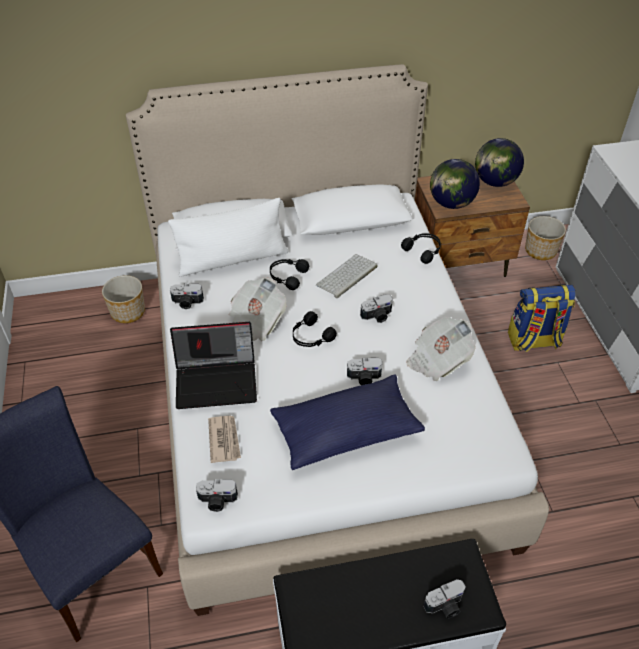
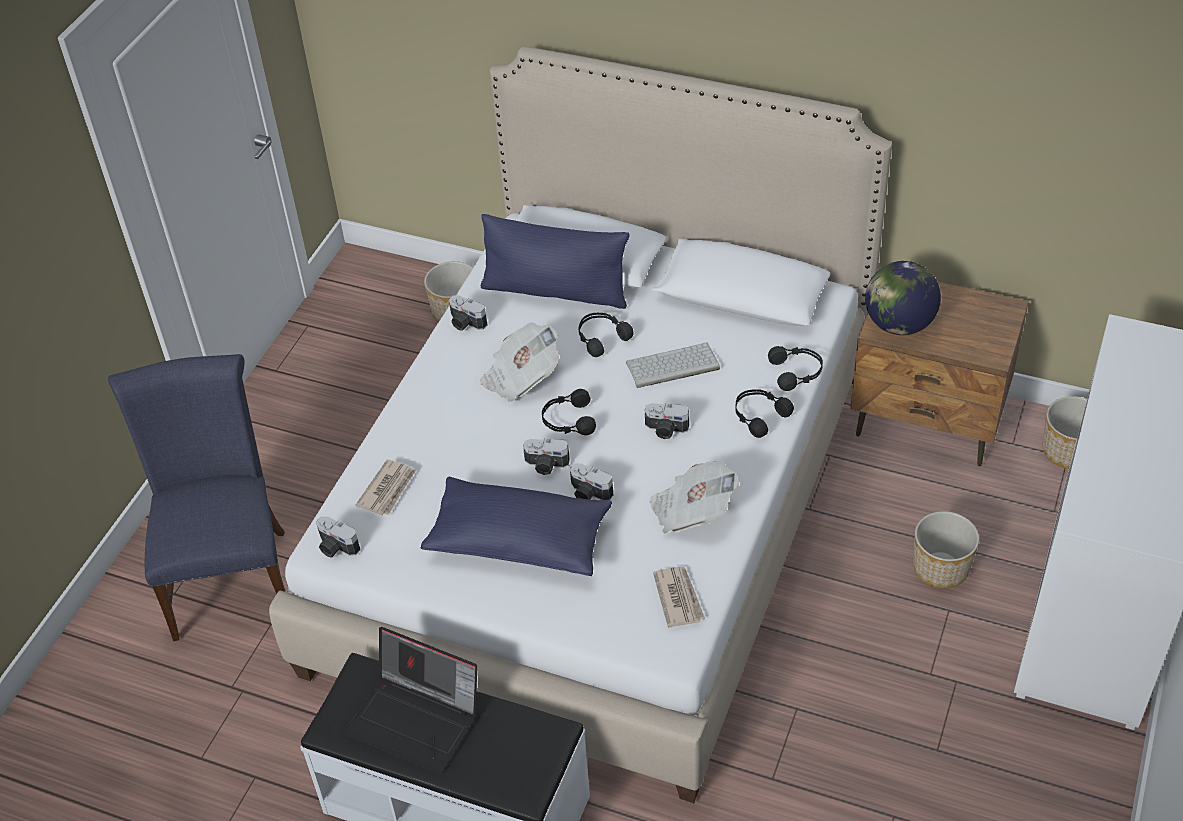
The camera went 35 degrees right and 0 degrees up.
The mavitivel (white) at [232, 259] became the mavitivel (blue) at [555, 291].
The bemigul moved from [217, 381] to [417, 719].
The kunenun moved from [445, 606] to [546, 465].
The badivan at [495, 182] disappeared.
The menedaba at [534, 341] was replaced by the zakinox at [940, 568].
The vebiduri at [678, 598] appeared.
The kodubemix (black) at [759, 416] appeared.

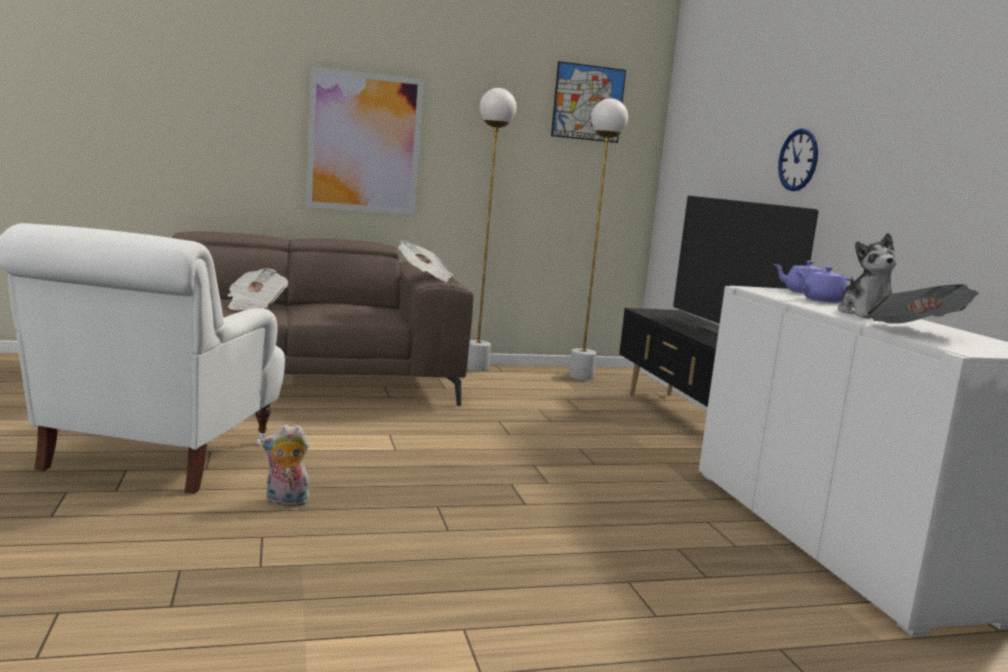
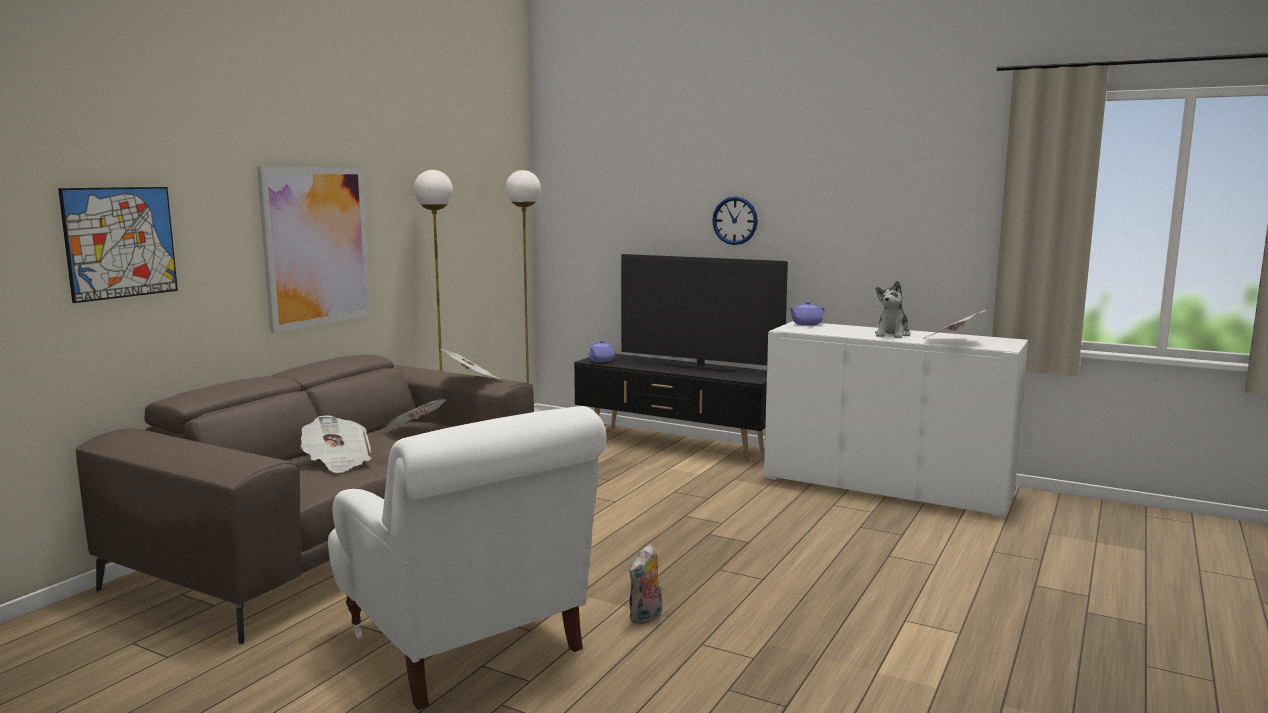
The camera went 45 degrees left and 0 degrees up.
The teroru moved from [588, 102] to [120, 242].
The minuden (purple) moved from [821, 300] to [601, 360].
The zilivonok at [865, 314] turned 75 degrees clockwise.
The vebiduri at [415, 430] appeared.

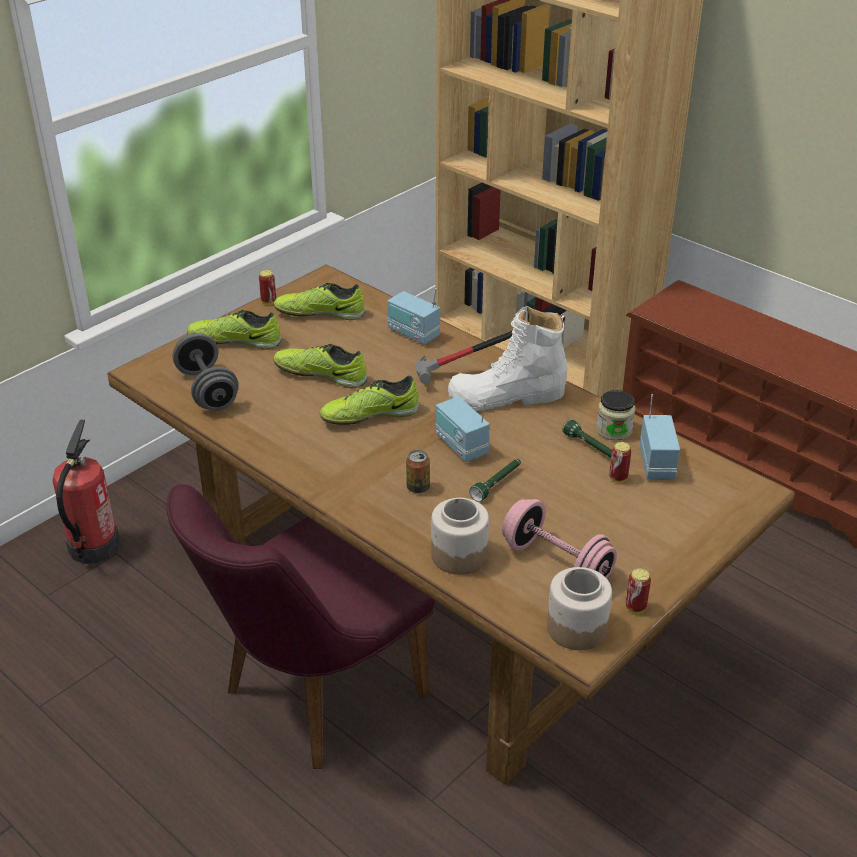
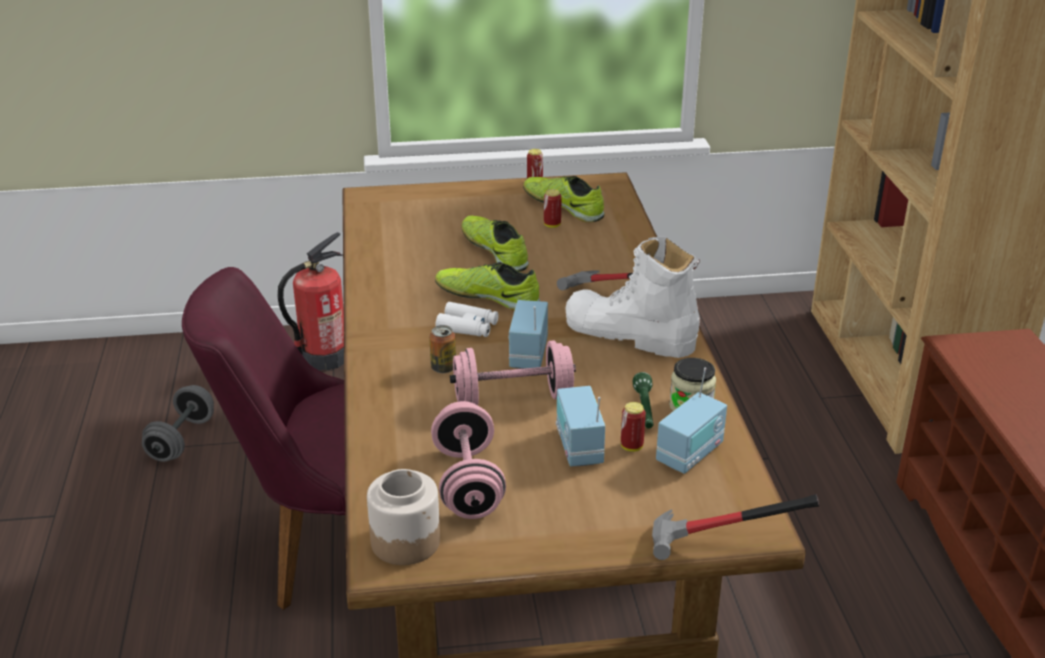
The camera went 40 degrees right and 5 degrees down.
The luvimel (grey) moved from [207, 390] to [181, 439].
The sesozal at [235, 341] disappeared.
The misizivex moved from [413, 334] to [578, 447].
The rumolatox at [459, 555] disappeared.
The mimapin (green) at [497, 484] was replaced by the luvimel (pink) at [513, 397].
The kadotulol moved from [635, 607] to [552, 225].
The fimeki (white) at [467, 327] appeared.
The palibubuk at [719, 550] appeared.

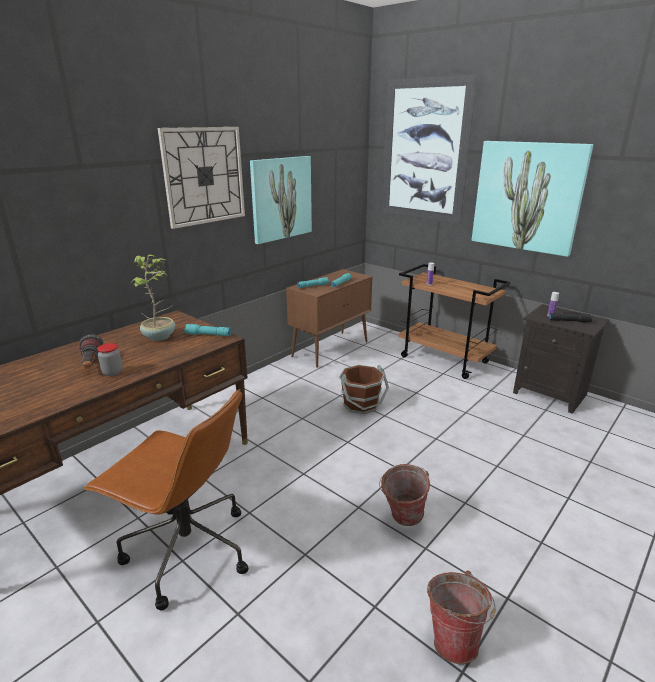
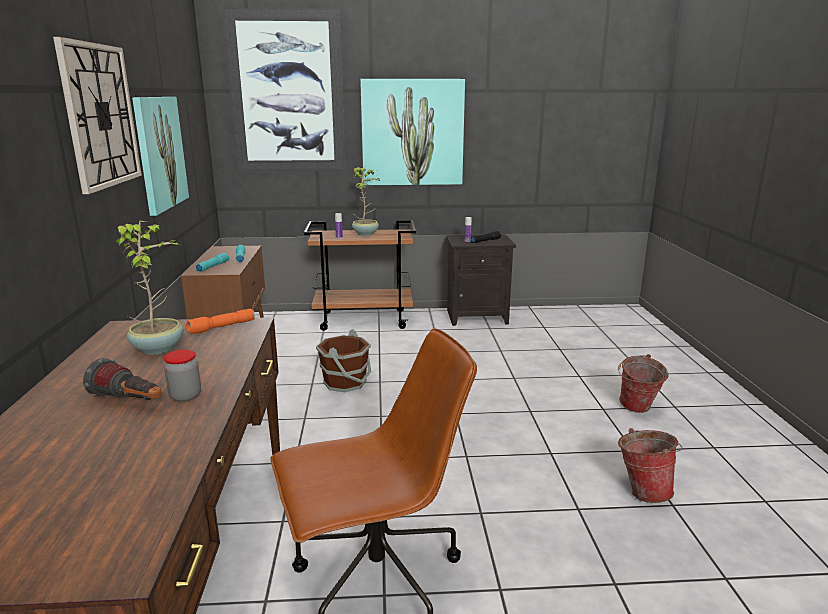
The camera went 45 degrees left and 5 degrees down.
The mimapin (turquoise) at [207, 335] became the mimapin (orange) at [221, 327].
The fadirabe moved from [401, 519] to [637, 409].
The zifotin at [366, 234] appeared.

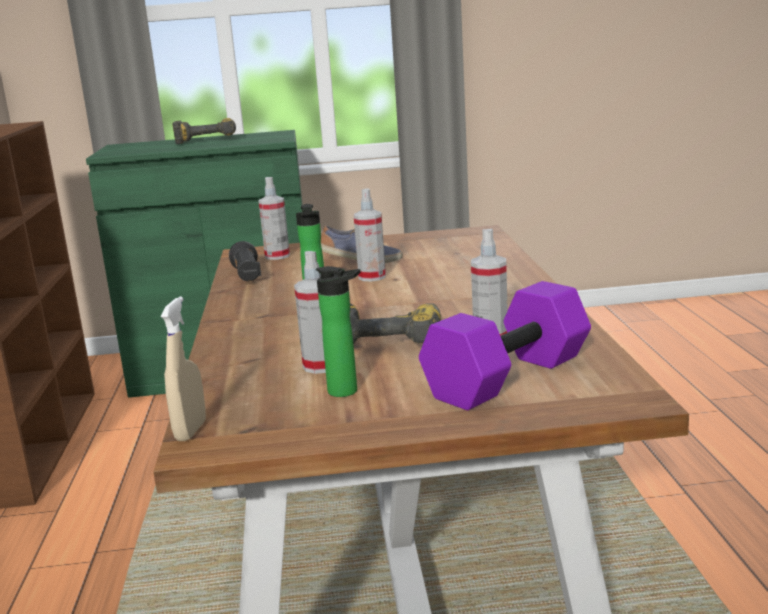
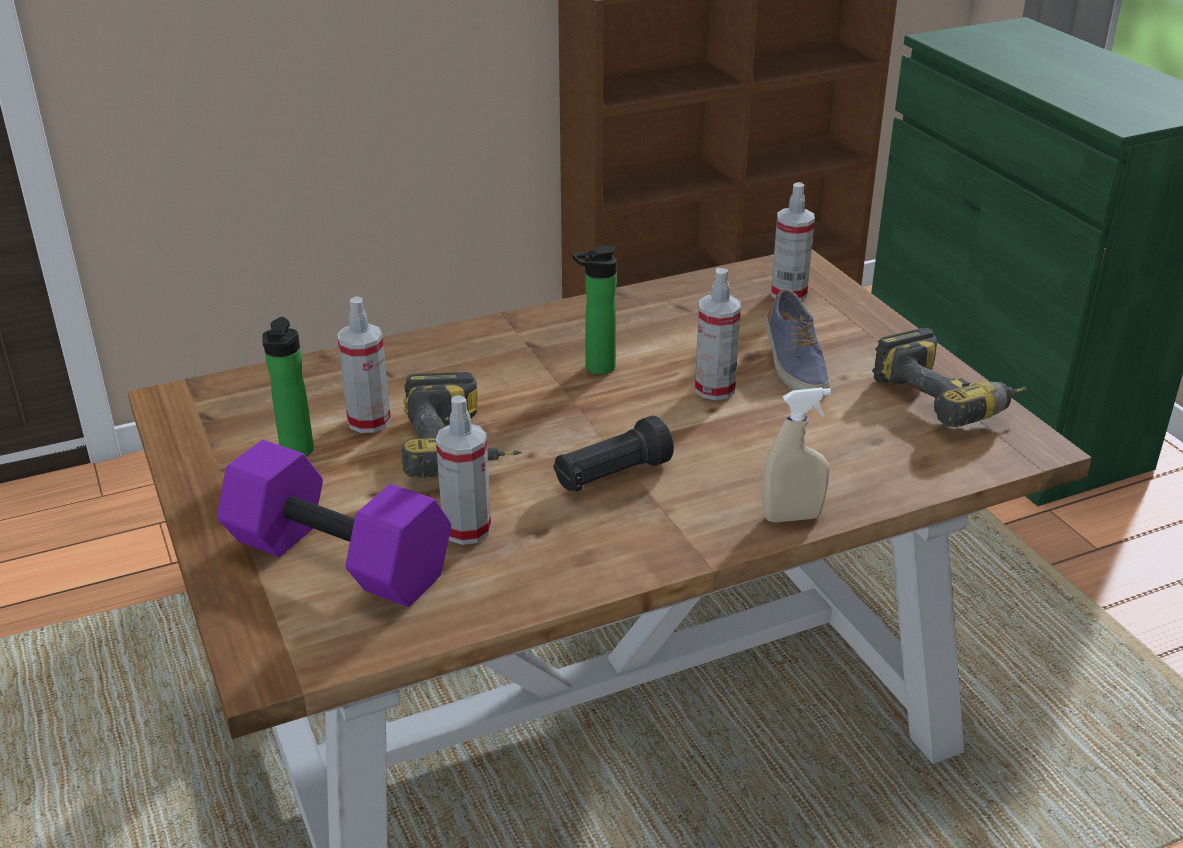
The camera went 70 degrees right and 15 degrees up.
The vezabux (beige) moved from [190, 431] to [792, 517].
The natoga moved from [207, 140] to [949, 399].
The mimapin (black) moved from [247, 276] to [611, 476].

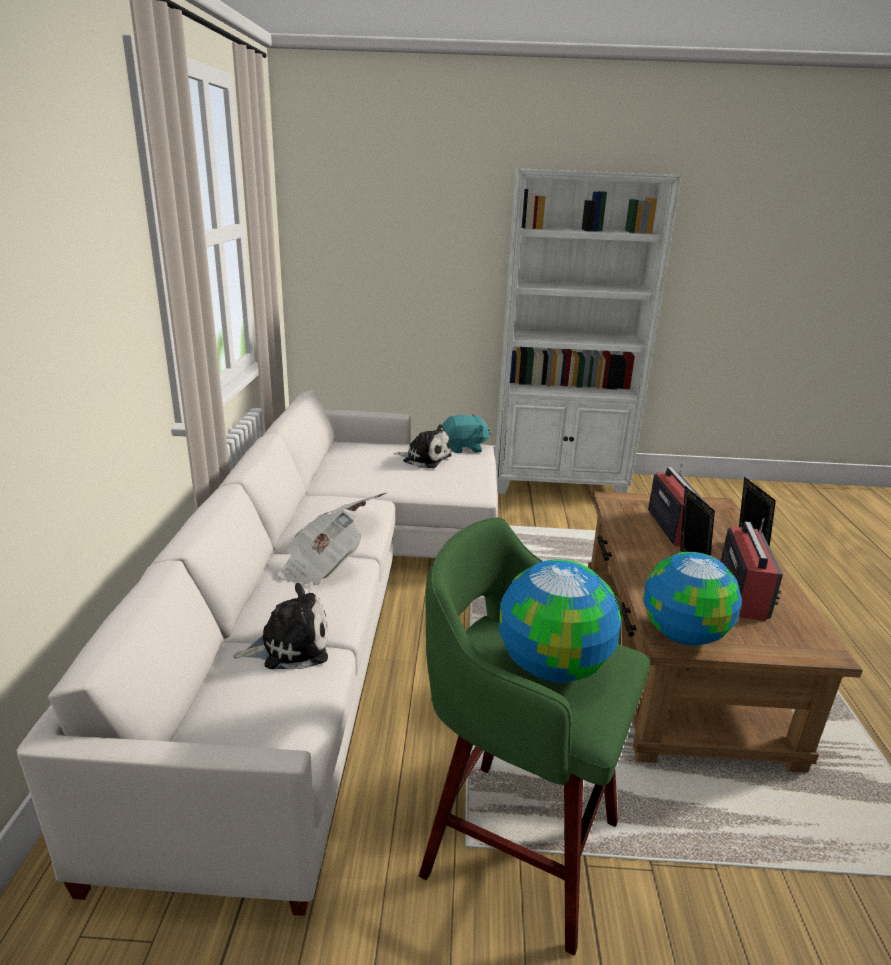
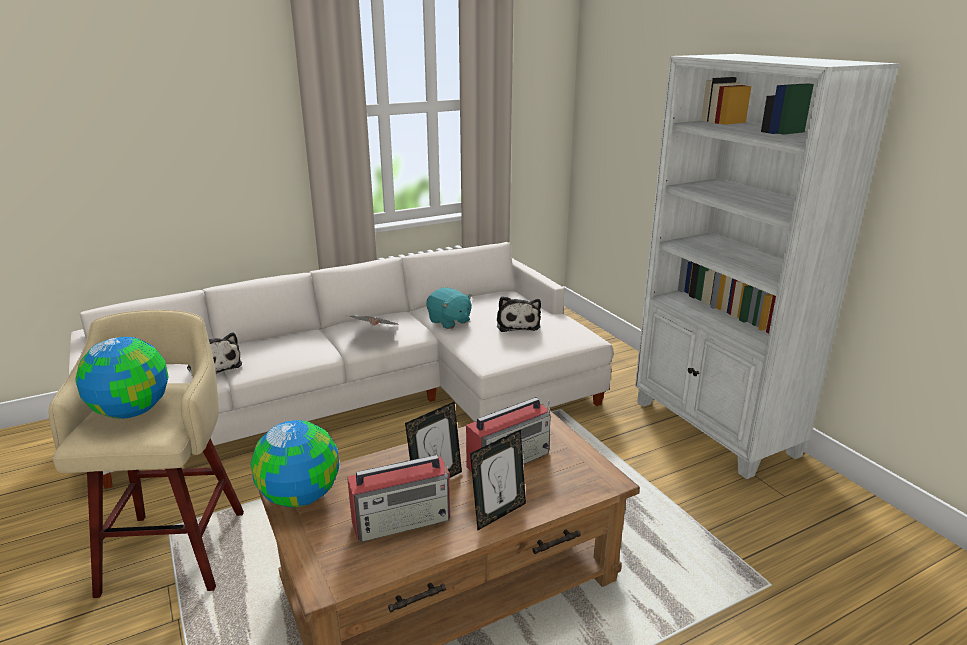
The camera went 60 degrees right and 0 degrees up.
The vebiduri at [319, 567] disappeared.
The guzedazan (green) at [515, 844] became the guzedazan (beige) at [177, 548].
The zilivonok (turquoise) moved from [464, 448] to [449, 321].

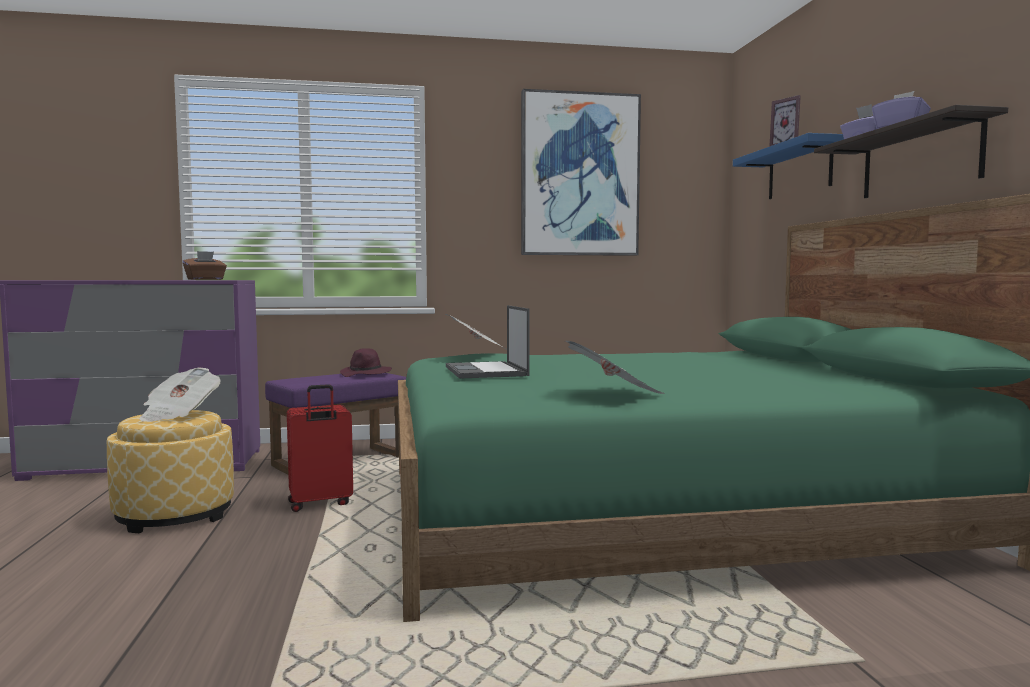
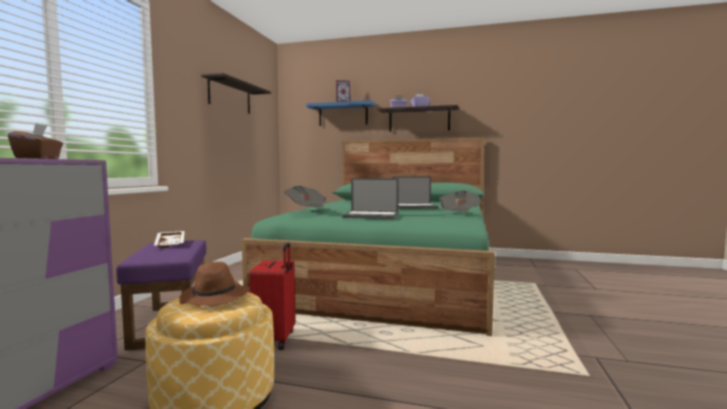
The camera went 65 degrees left and 0 degrees up.
The vebiduri at [179, 415] was replaced by the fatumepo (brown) at [215, 298].
The fatumepo (purple) at [366, 374] was replaced by the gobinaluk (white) at [171, 244].
The teroru at [579, 175] was replaced by the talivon at [230, 96].
The bemigul at [414, 207] appeared.

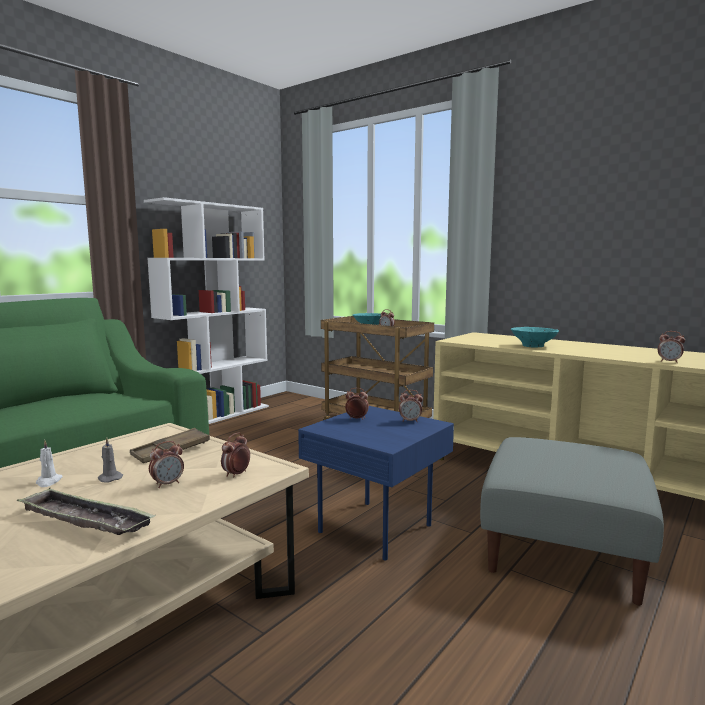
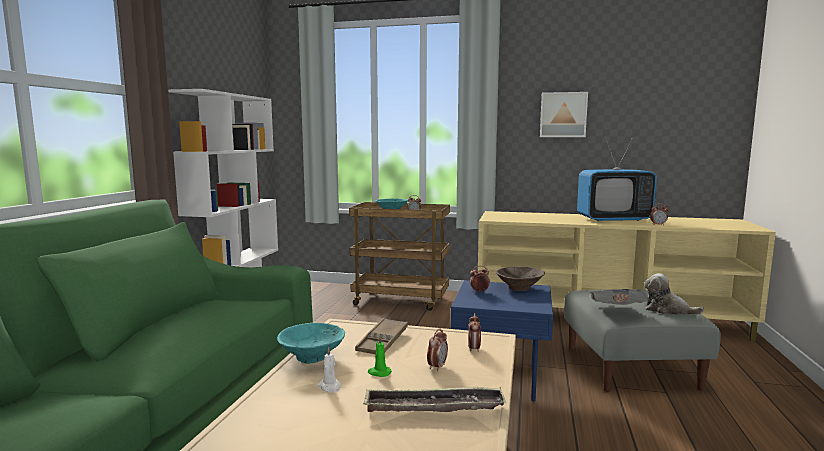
The camera went 25 degrees left and 0 degrees up.
The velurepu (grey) at [109, 478] became the velurepu (green) at [379, 373].
The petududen at [410, 421] was replaced by the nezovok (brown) at [519, 288].
The nezovok (turquoise) moved from [533, 346] to [312, 357].
The teroru at [563, 115] appeared.
The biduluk at [613, 219] appeared.
The vebiduri at [617, 312] appeared.
The zilivonok at [667, 310] appeared.

